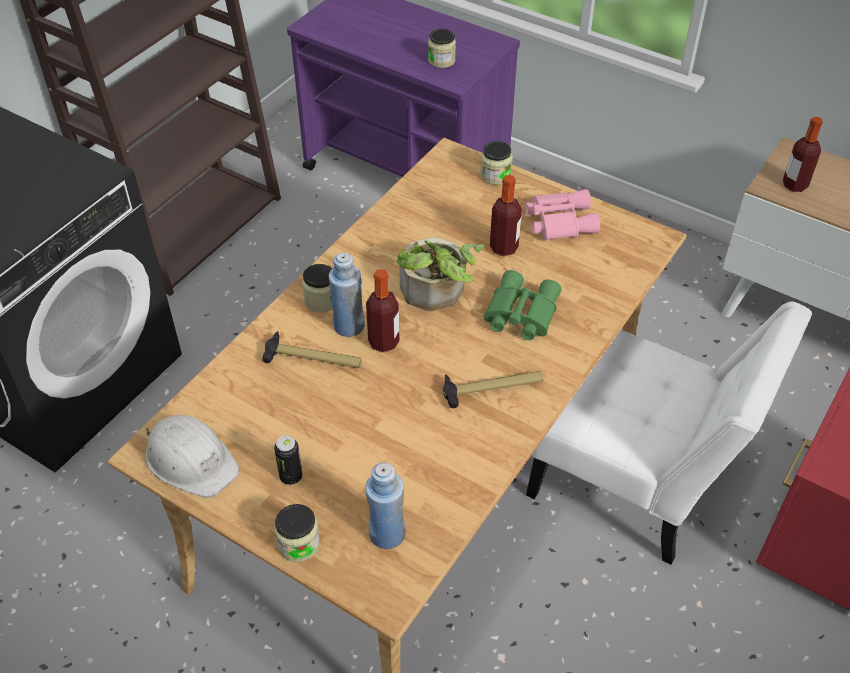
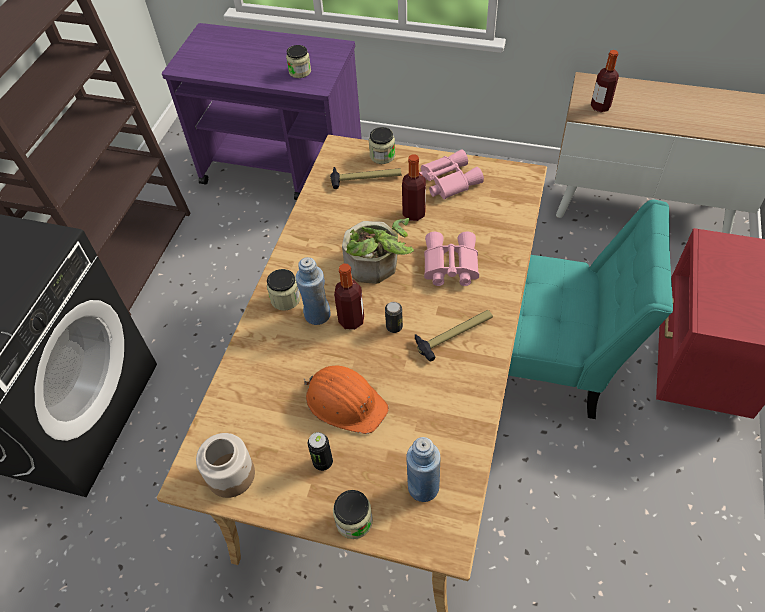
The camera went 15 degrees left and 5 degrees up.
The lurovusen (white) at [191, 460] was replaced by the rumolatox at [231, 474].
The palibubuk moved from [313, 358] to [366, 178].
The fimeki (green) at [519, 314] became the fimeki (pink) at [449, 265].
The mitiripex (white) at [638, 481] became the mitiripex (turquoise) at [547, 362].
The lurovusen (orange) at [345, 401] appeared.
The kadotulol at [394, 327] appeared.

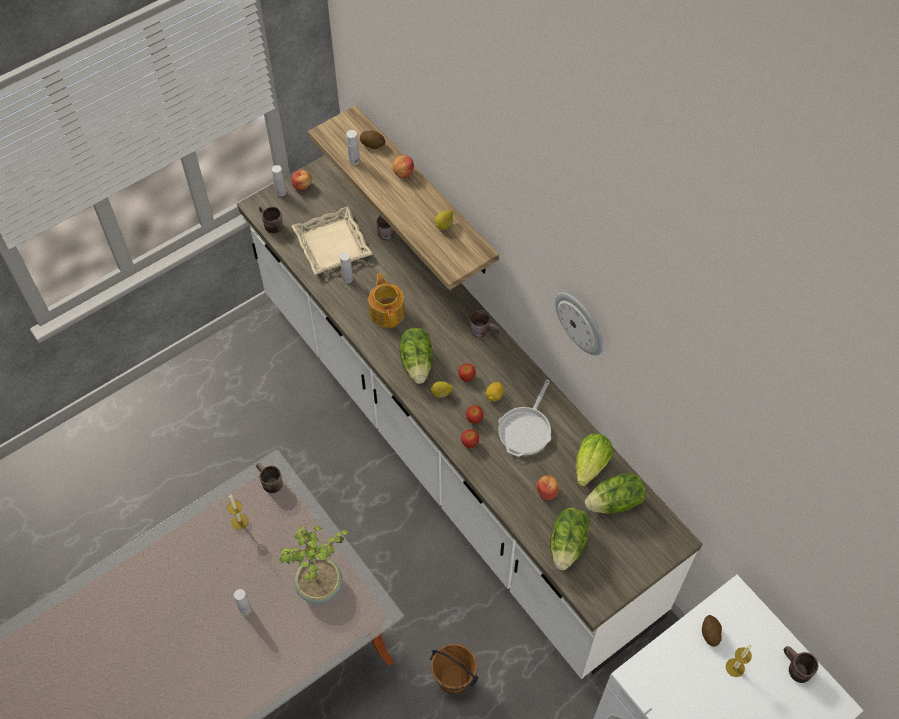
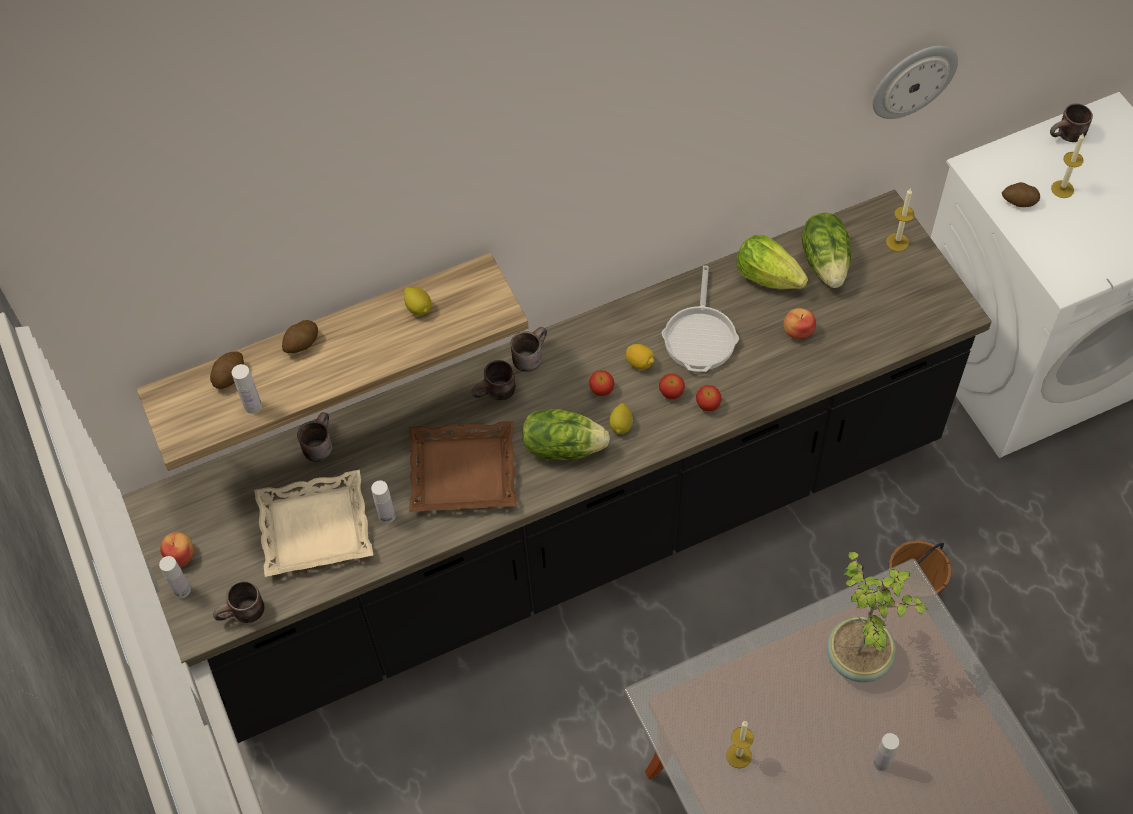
The camera went 75 degrees left and 0 degrees up.
The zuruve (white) at [449, 450] became the zuruve (black) at [573, 538].
The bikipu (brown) moved from [268, 482] to [496, 394].
The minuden at [387, 312] was replaced by the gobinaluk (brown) at [463, 471].
The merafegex at [403, 173] was replaced by the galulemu at [302, 344].
The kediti at [526, 429] turned 60 degrees clockwise.
The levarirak at [568, 544] disappeared.
The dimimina moved from [580, 322] to [913, 80].
The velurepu at [897, 242] appeared.

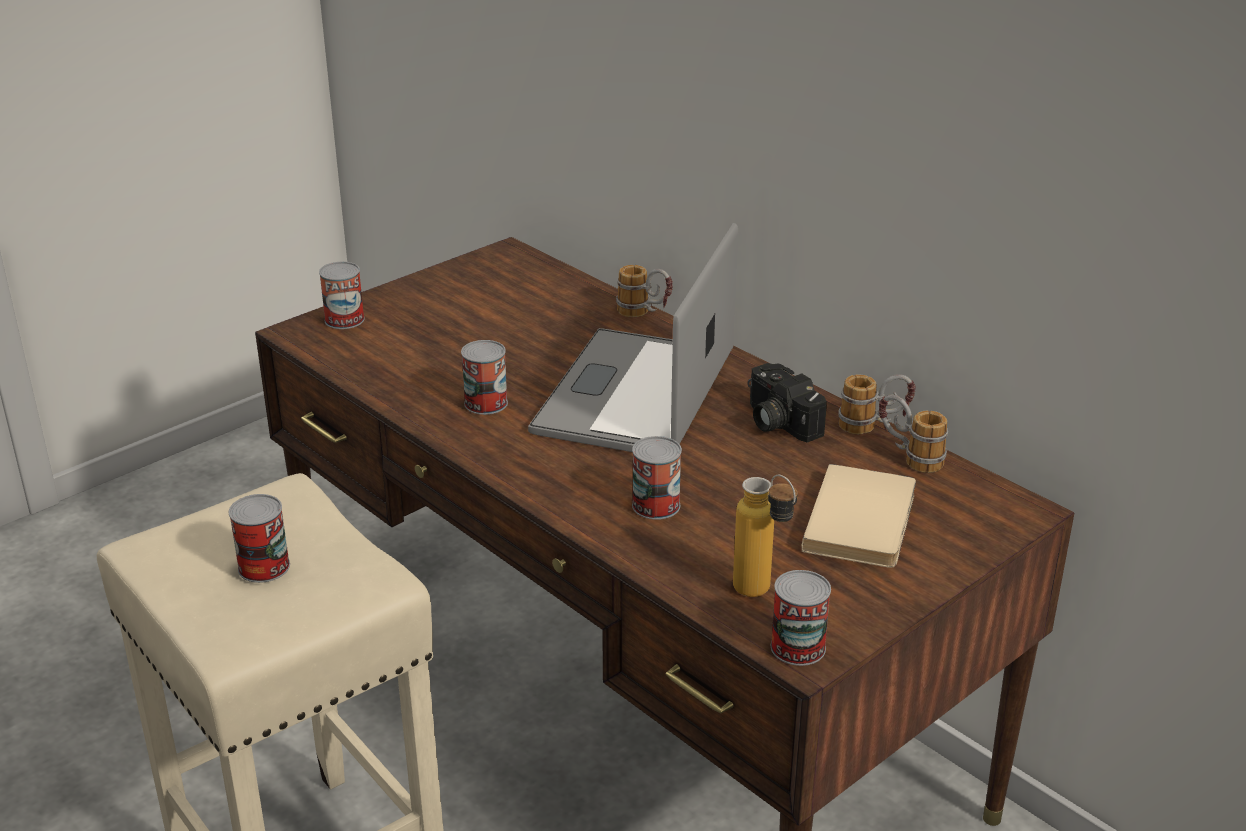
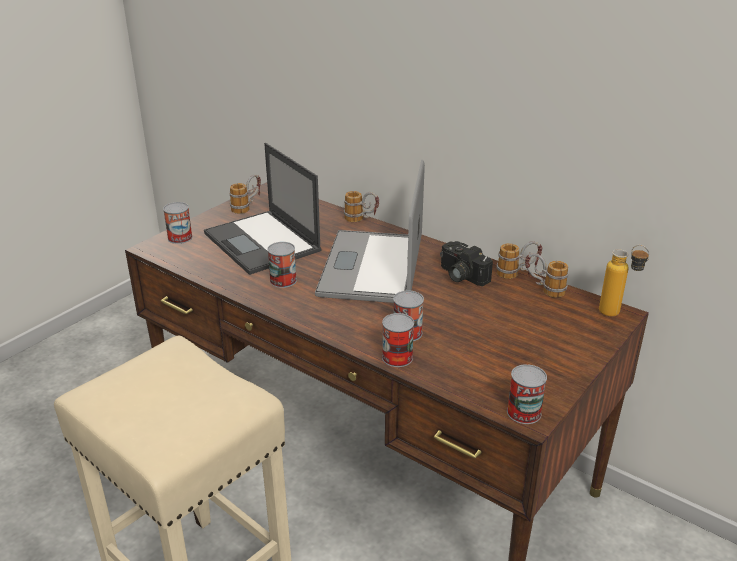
The camera went 10 degrees left and 0 degrees up.
The kadotulol moved from [264, 567] to [397, 357].
The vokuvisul moved from [762, 595] to [617, 315].
The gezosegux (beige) at [865, 521] disappeared.
The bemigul at [263, 242] appeared.
The bikipu at [247, 207] appeared.

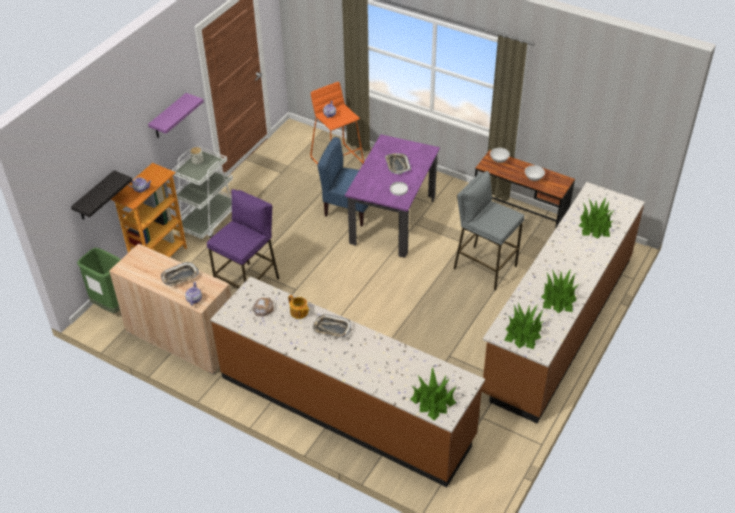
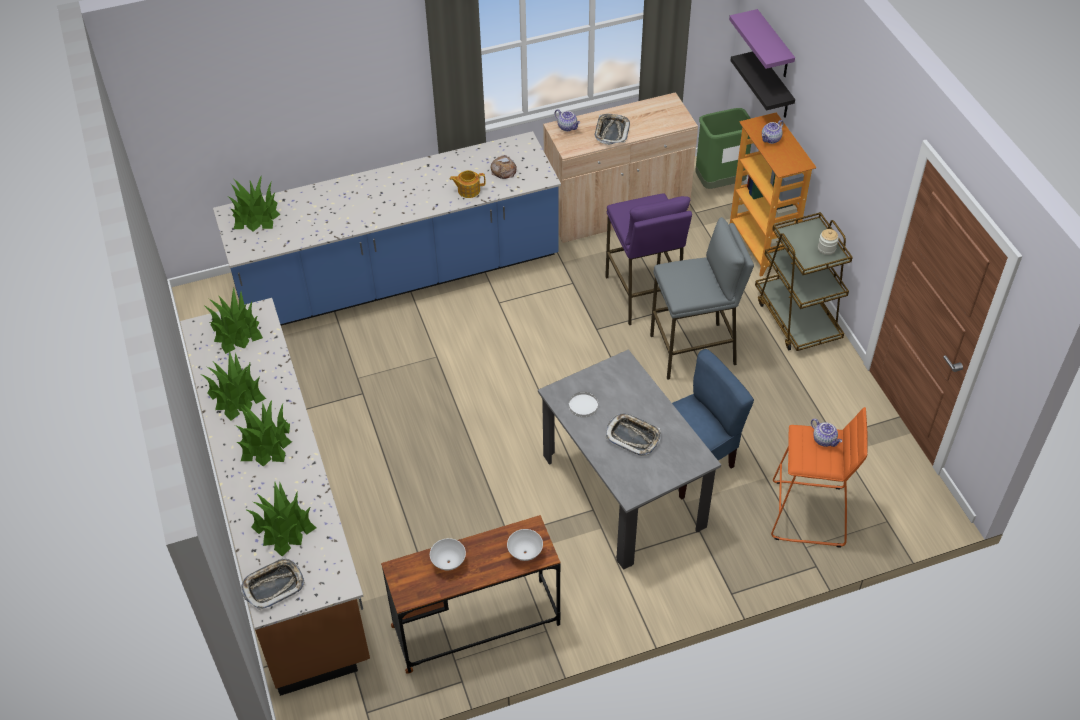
The camera went 130 degrees right and 5 degrees up.
The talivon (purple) moved from [169, 117] to [774, 46].
The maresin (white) at [208, 219] became the maresin (brown) at [797, 318].
The zuruve (brown) at [346, 406] became the zuruve (blue) at [398, 277].
The gobinaluk moved from [332, 328] to [273, 586].
The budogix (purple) at [393, 220] became the budogix (grey) at [623, 491].
The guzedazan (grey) moved from [484, 267] to [693, 351].
The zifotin at [266, 443] appeared.

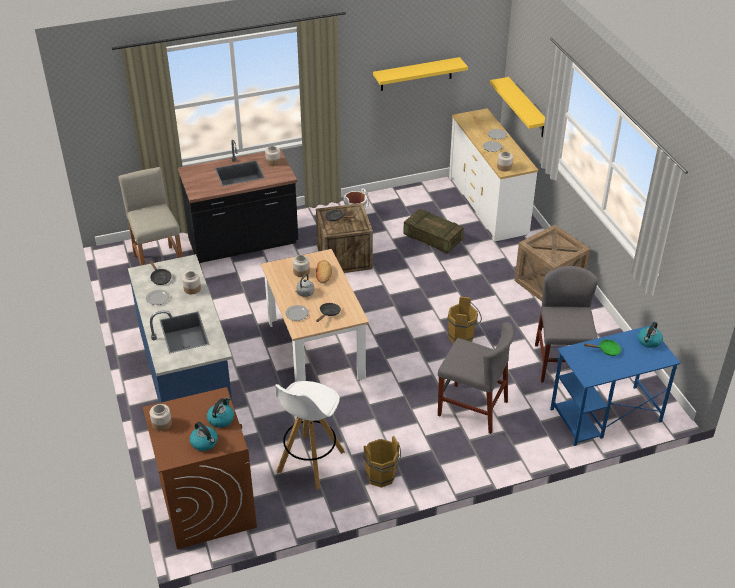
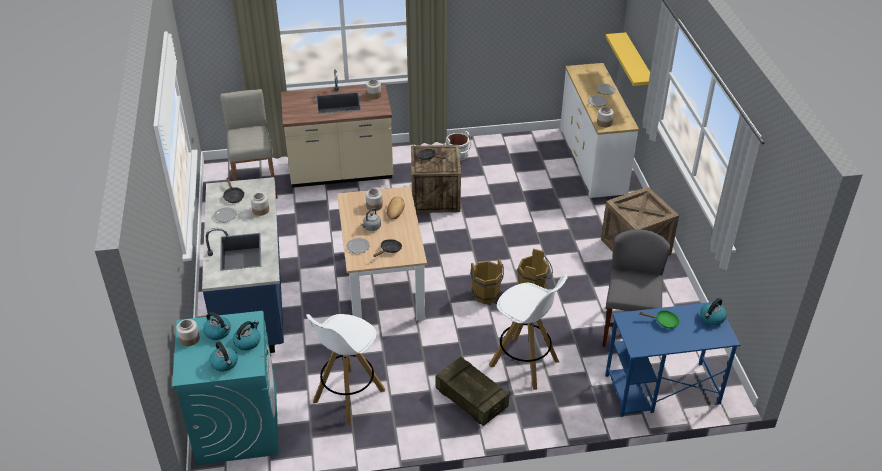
The camera went 10 degrees right and 0 degrees up.
The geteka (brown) at [207, 505] became the geteka (turquoise) at [237, 425].
The zuruve (black) at [243, 243] became the zuruve (beige) at [341, 173].
The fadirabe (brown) moved from [381, 477] to [486, 296].
The talivon (yellow) at [416, 74] disappeared.
The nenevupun moved from [433, 238] to [471, 399].
The mitiripex (grey) at [472, 408] was replaced by the guzedazan (white) at [525, 364].
The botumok at [218, 332] appeared.

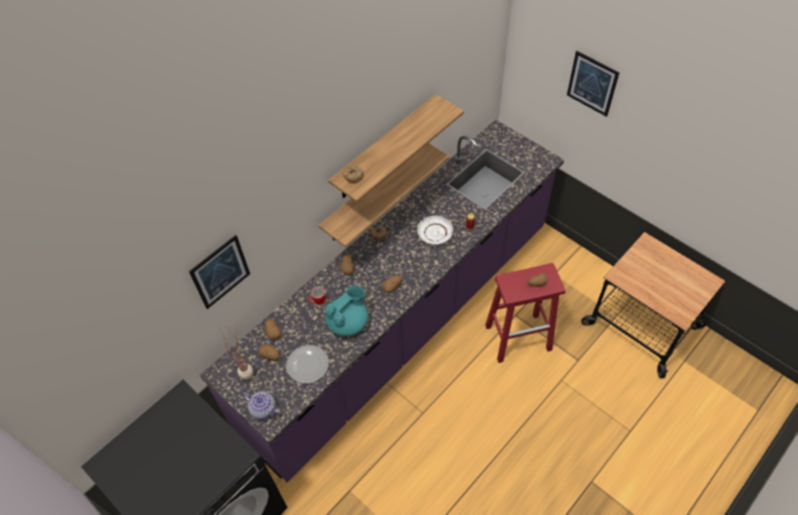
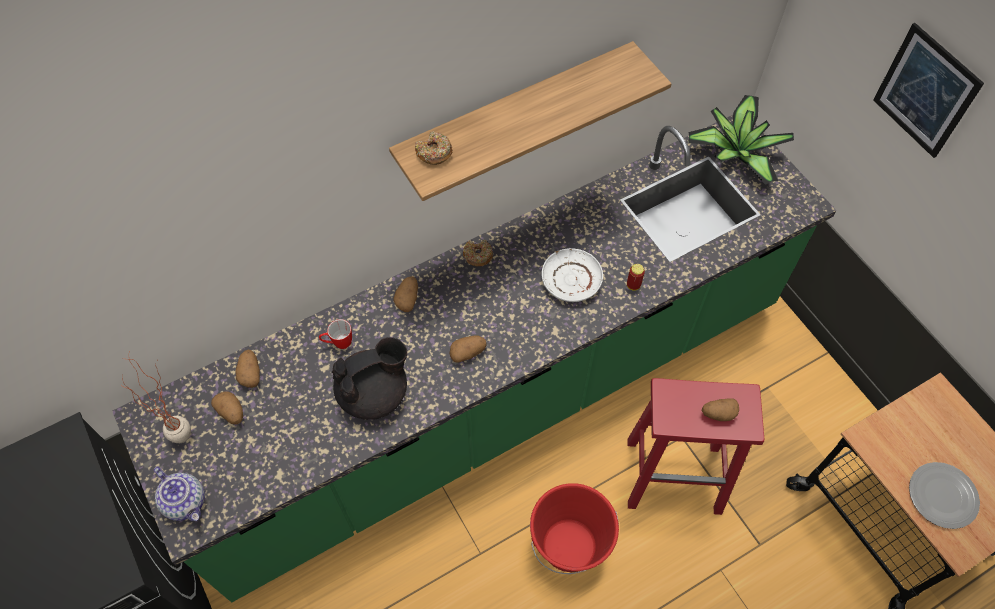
The camera went 15 degrees right and 5 degrees up.
The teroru at [220, 272] disappeared.
The zuruve (purple) at [402, 326] became the zuruve (green) at [497, 401].
The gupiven moved from [307, 364] to [941, 495].
The talivon at [373, 192] disappeared.
The minuden (turquoise) at [348, 322] became the minuden (black) at [374, 393].
The fadirabe (red) at [569, 545] appeared.
The zifotin at [735, 152] appeared.

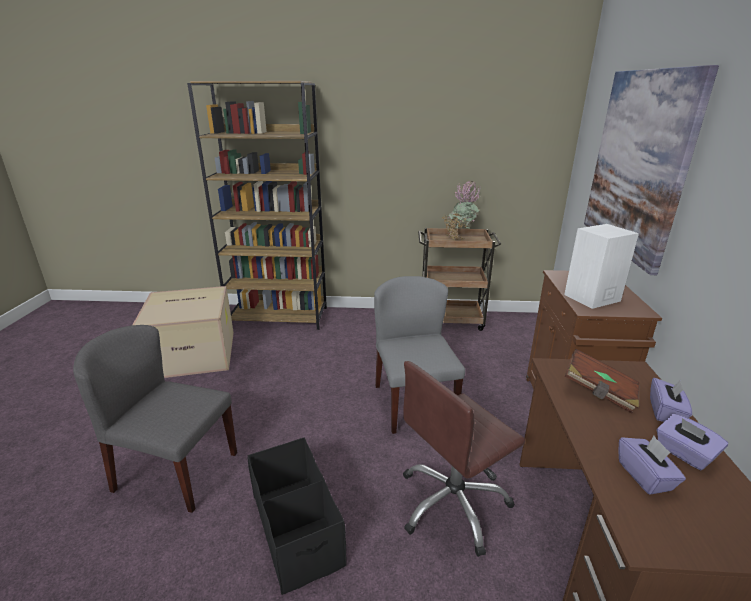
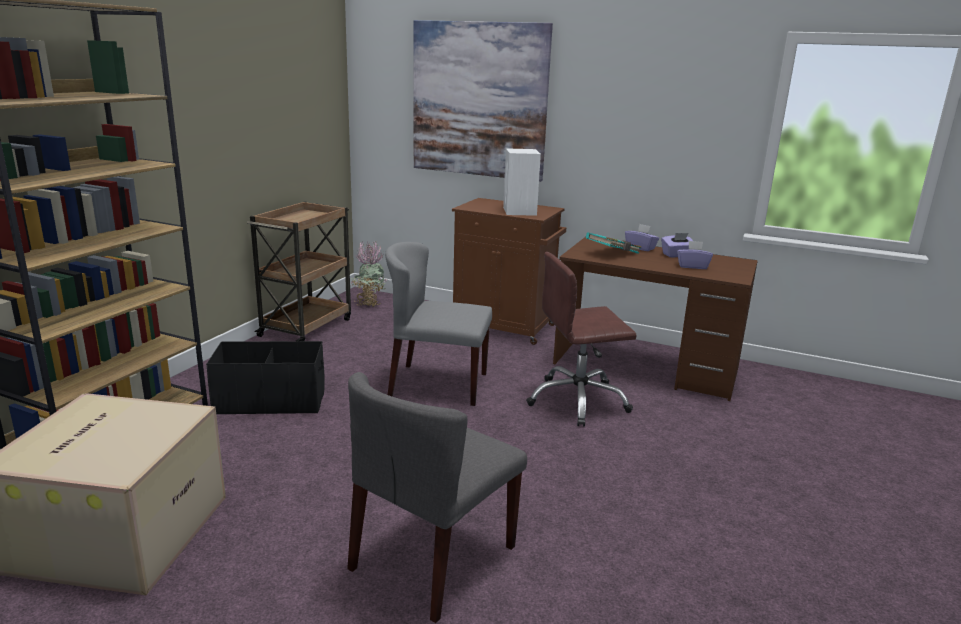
The camera went 70 degrees left and 5 degrees down.
The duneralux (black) moved from [297, 529] to [270, 401].
The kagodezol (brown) at [453, 504] turned 90 degrees clockwise.
The zifotin moved from [459, 238] to [369, 303].
The gezosegux (brown) at [599, 392] became the gezosegux (turquoise) at [613, 253].

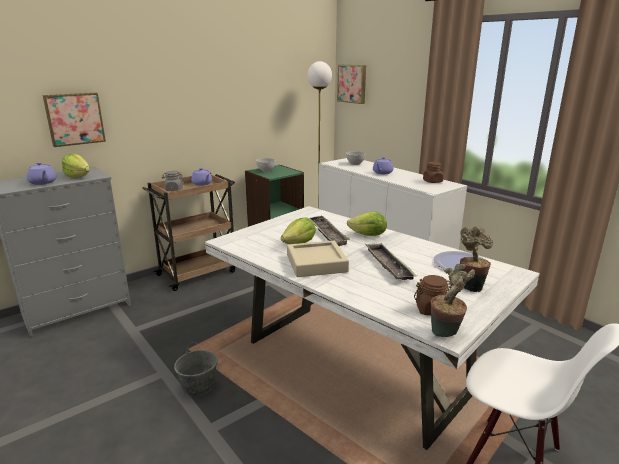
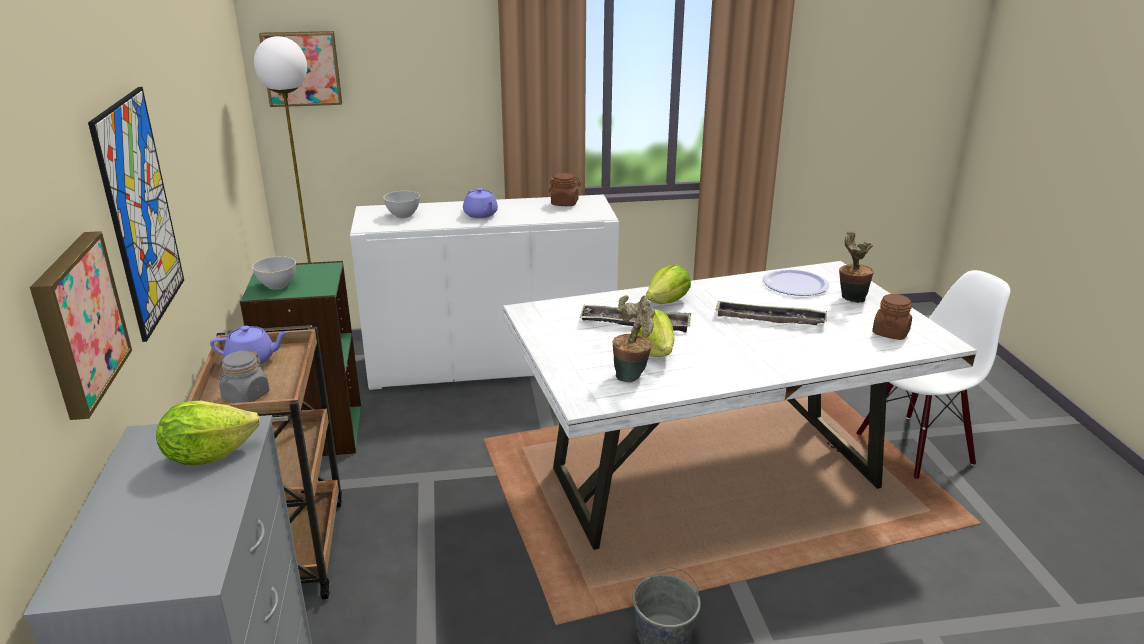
The camera went 60 degrees left and 5 degrees up.
The minuden (purple) at [43, 182] disappeared.
The gobinaluk (beige) at [316, 263] disappeared.
The zifotin moved from [446, 333] to [632, 375].
The teroru at [140, 211] appeared.

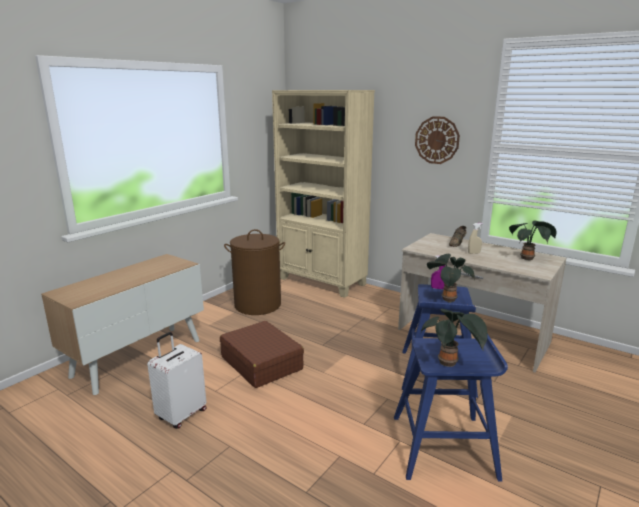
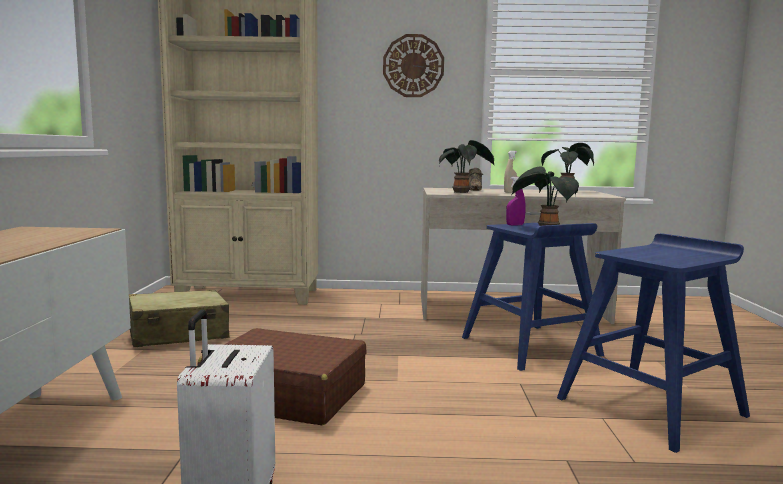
The camera went 35 degrees left and 10 degrees down.
The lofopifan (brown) at [257, 305] was replaced by the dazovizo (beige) at [177, 334].
The zifotin moved from [449, 364] to [463, 193].

